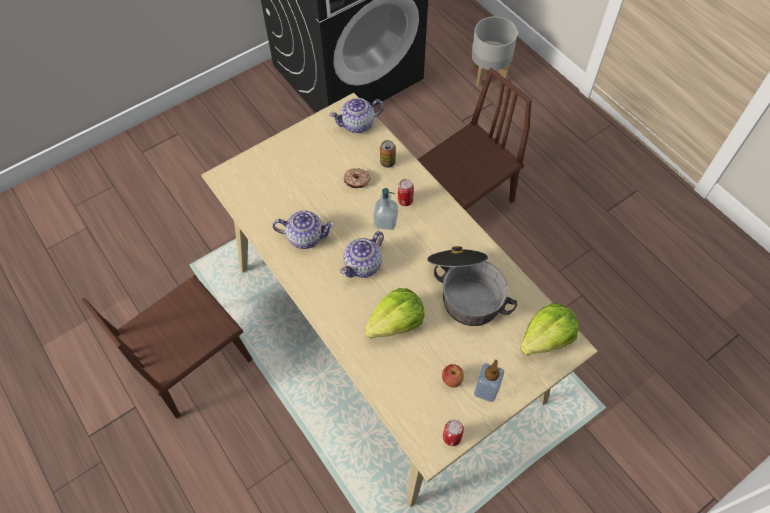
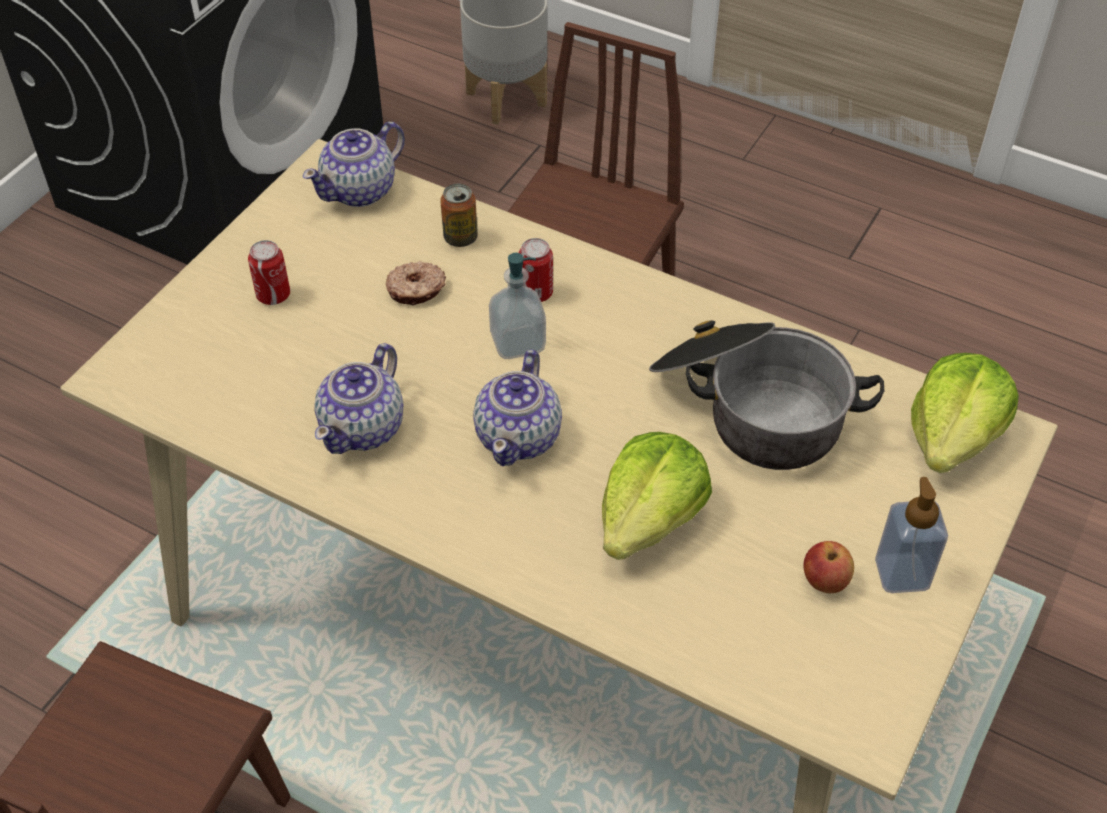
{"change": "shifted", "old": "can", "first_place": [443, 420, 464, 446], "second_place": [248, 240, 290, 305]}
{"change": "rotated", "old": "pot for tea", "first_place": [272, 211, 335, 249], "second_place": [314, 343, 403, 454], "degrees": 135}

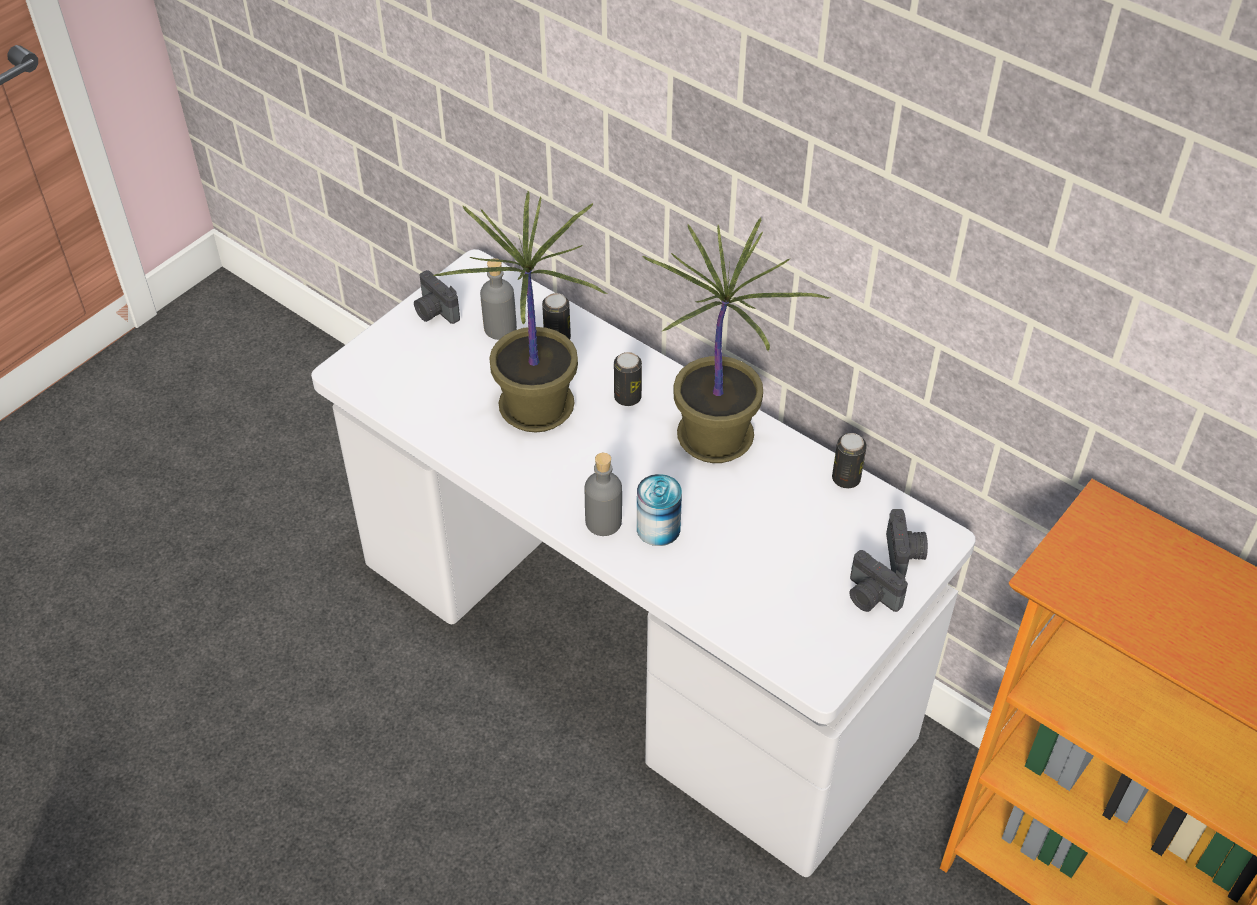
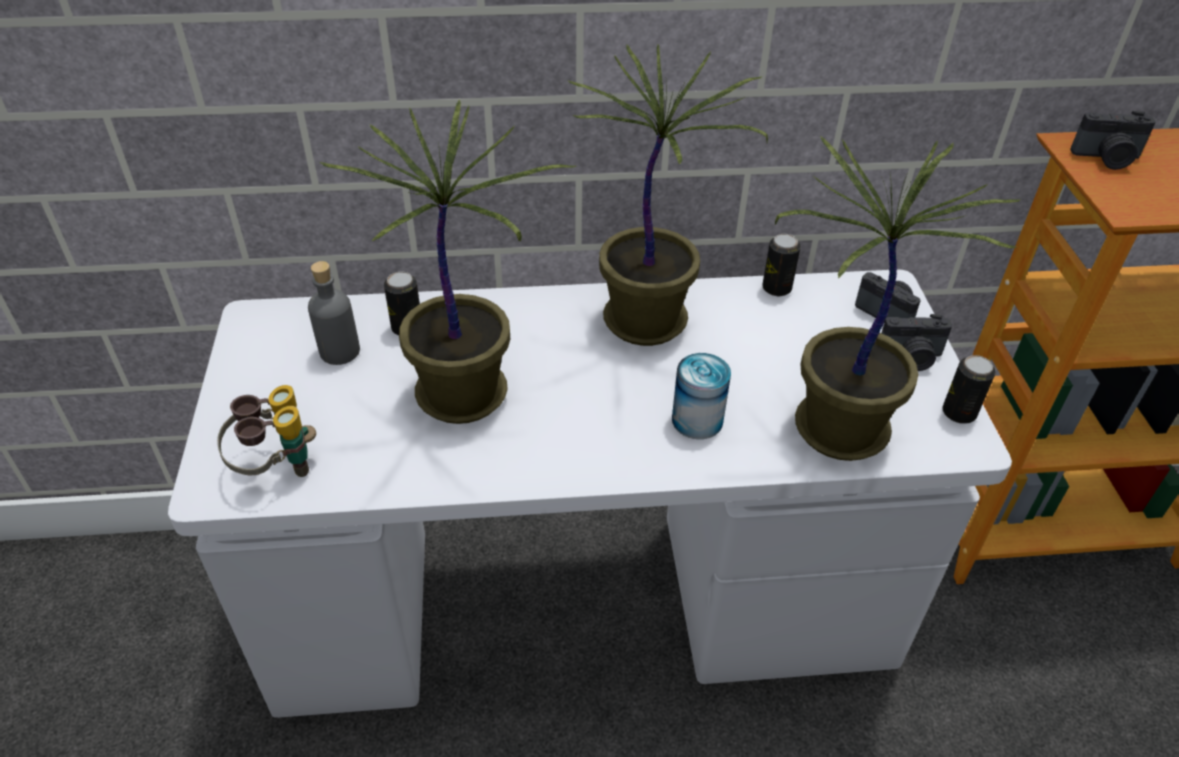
{"change": "new", "new": "field glasses", "second_place": [217, 385, 316, 477]}
{"change": "new", "new": "houseplant", "second_place": [775, 136, 1021, 461]}
{"change": "shifted", "old": "can", "first_place": [614, 352, 642, 406], "second_place": [942, 355, 996, 424]}
{"change": "shifted", "old": "photo camera", "first_place": [414, 270, 460, 324], "second_place": [1070, 111, 1156, 170]}
{"change": "gone", "old": "drink bottle in gray", "first_place": [585, 453, 622, 536]}

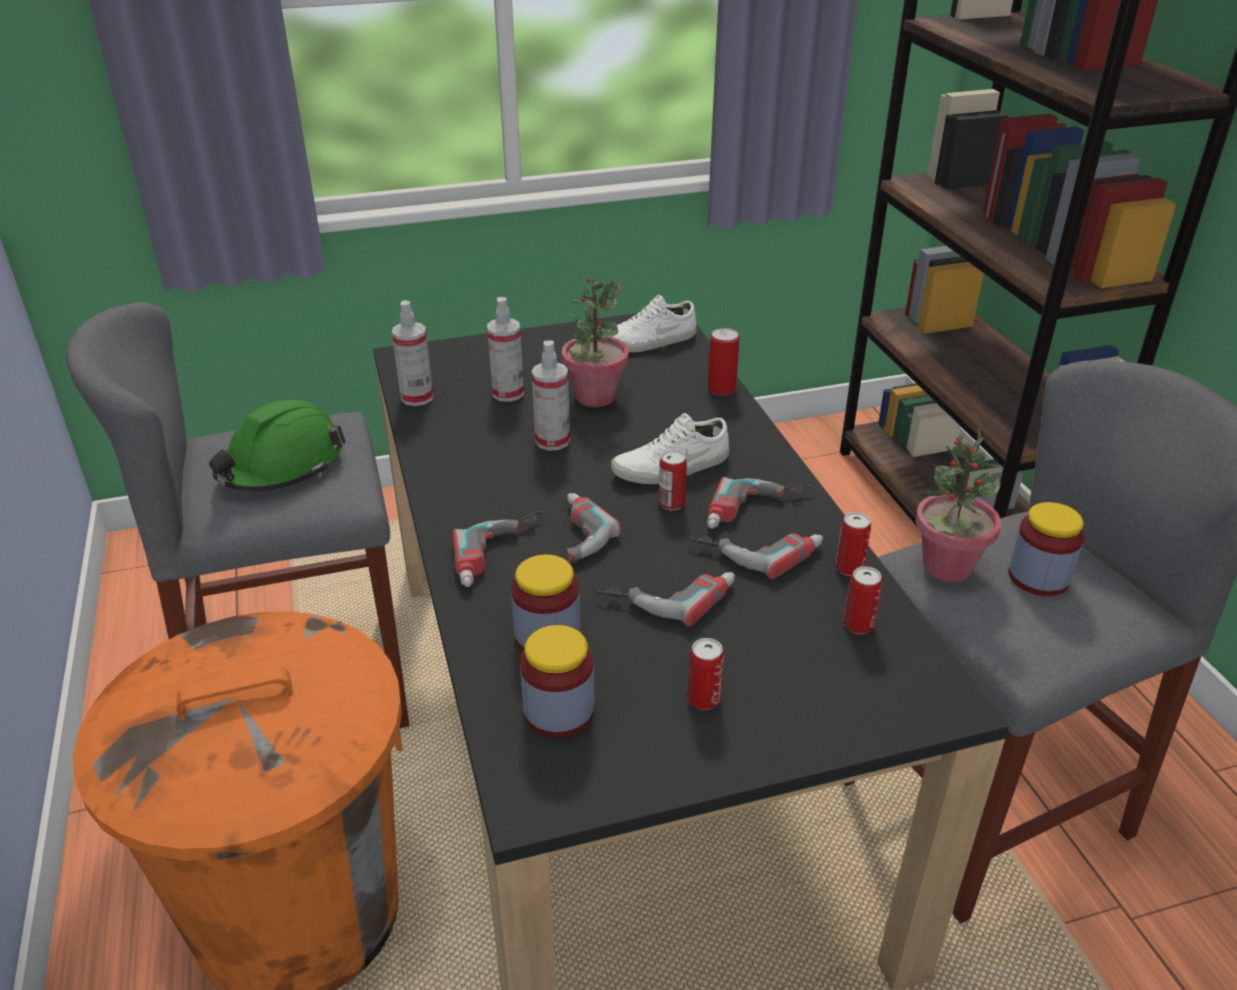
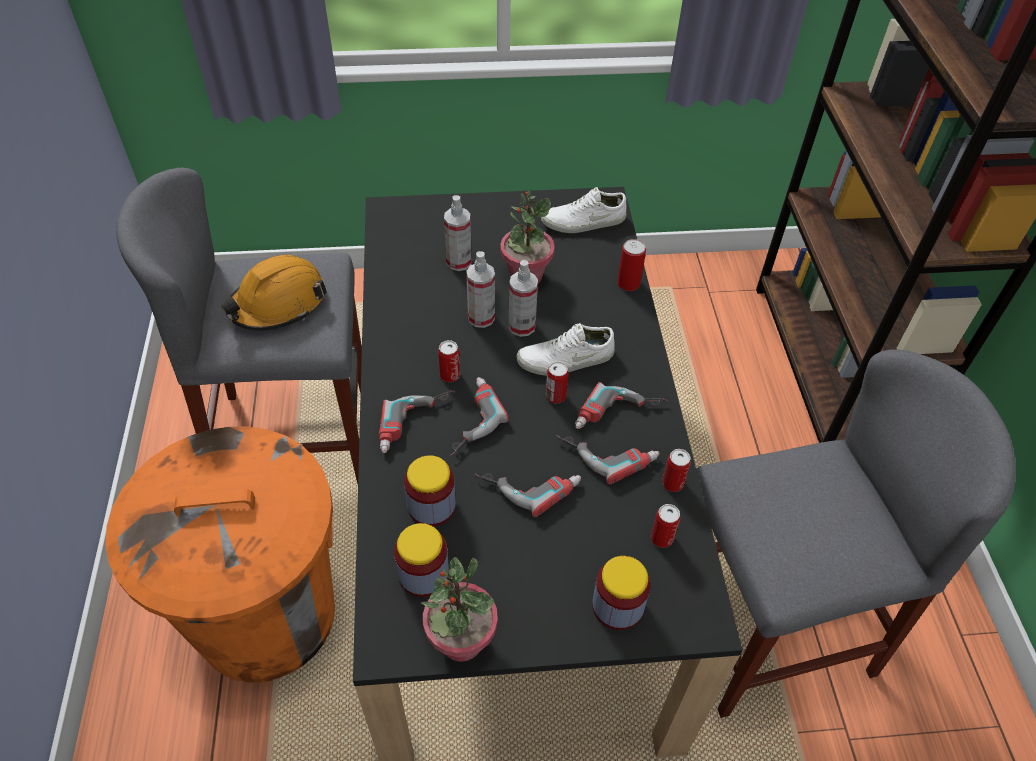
{"change": "repainted", "old": "hard hat in green", "new": "hard hat in orange-coloured", "first_place": [209, 400, 346, 491], "second_place": [221, 255, 327, 330]}
{"change": "shifted", "old": "houseplant", "first_place": [915, 427, 1002, 582], "second_place": [420, 557, 498, 662]}
{"change": "shifted", "old": "can", "first_place": [687, 638, 724, 710], "second_place": [438, 340, 460, 382]}
{"change": "shifted", "old": "sprayer", "first_place": [392, 300, 433, 406], "second_place": [509, 260, 538, 337]}
{"change": "shifted", "old": "jar", "first_place": [1008, 502, 1085, 596], "second_place": [592, 556, 651, 630]}

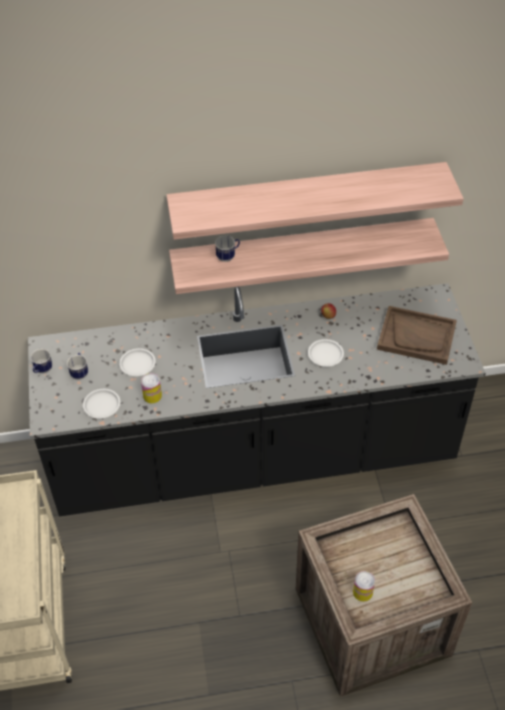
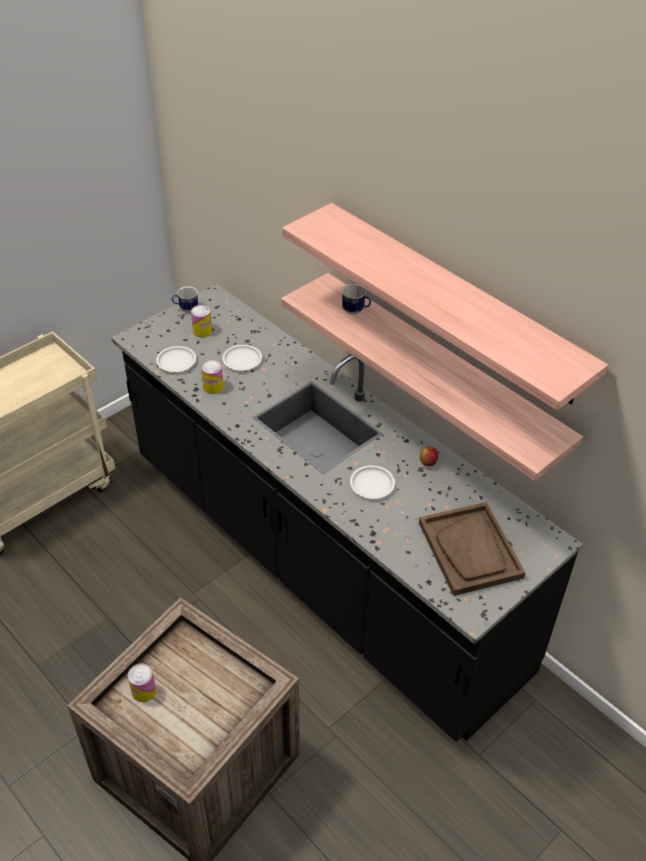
{"change": "swapped", "old": "mug", "new": "can", "first_place": [67, 353, 88, 380], "second_place": [191, 305, 212, 337]}

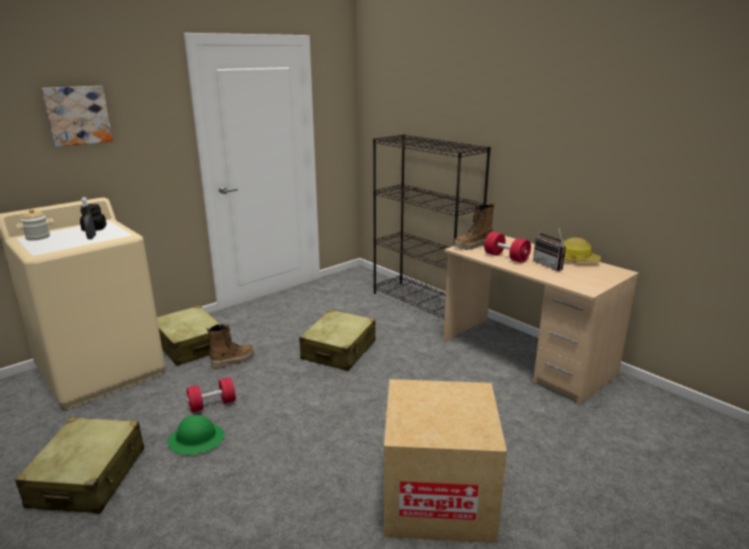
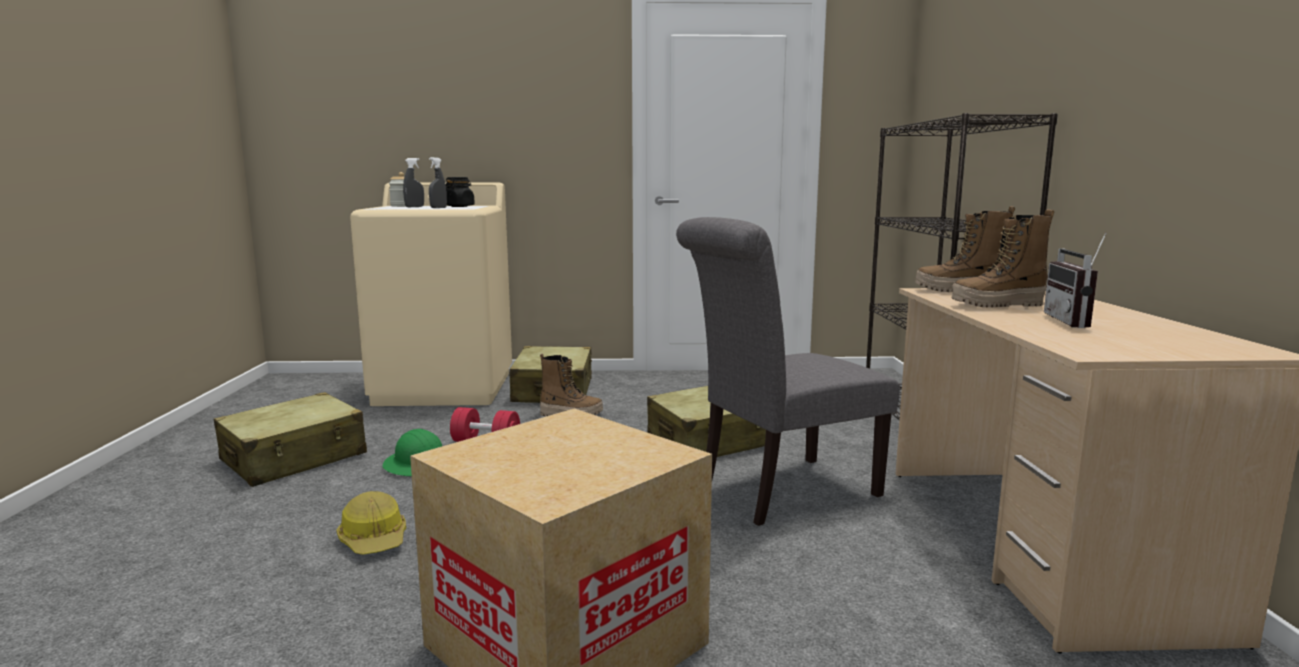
{"change": "shifted", "old": "hard hat", "first_place": [563, 237, 601, 262], "second_place": [336, 491, 406, 555]}
{"change": "new", "new": "sprayer in gray", "second_place": [403, 158, 424, 207]}
{"change": "new", "new": "upright chair in gray", "second_place": [676, 217, 900, 526]}
{"change": "swapped", "old": "hand weight in red-coloured", "new": "tall boot", "first_place": [484, 232, 531, 263], "second_place": [952, 209, 1054, 308]}
{"change": "gone", "old": "wall picture", "first_place": [41, 86, 113, 147]}

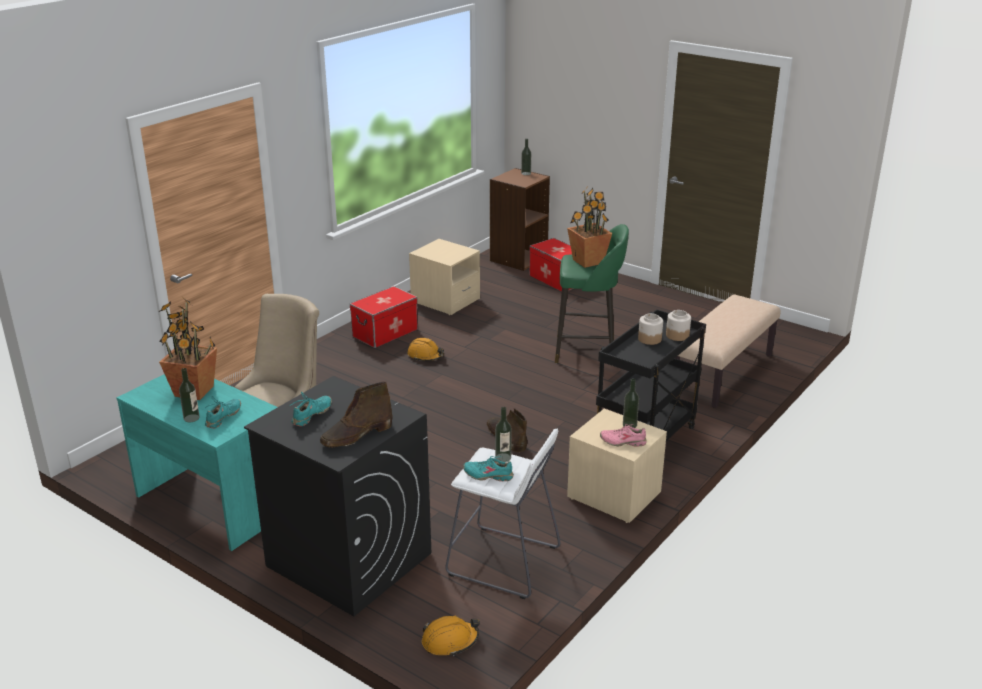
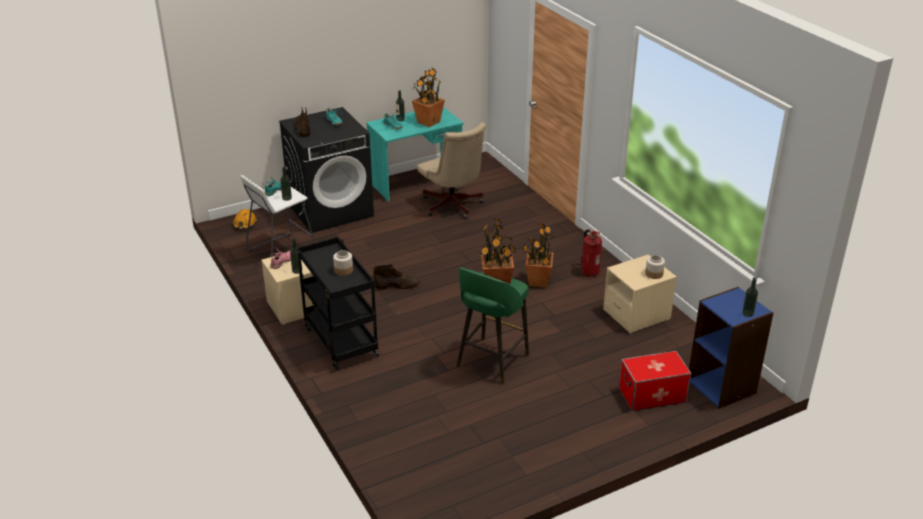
{"change": "swapped", "old": "hard hat in orange-coloured", "new": "houseplant", "first_place": [407, 338, 444, 361], "second_place": [523, 223, 554, 287]}
{"change": "swapped", "old": "storage container", "new": "extinguisher", "first_place": [350, 286, 418, 348], "second_place": [581, 229, 602, 277]}
{"change": "shifted", "old": "jar", "first_place": [666, 310, 691, 341], "second_place": [645, 255, 665, 279]}
{"change": "repainted", "old": "bookcase in brownish", "new": "bookcase in bluish", "first_place": [490, 168, 550, 271], "second_place": [689, 287, 773, 409]}
{"change": "gone", "old": "long seat in beige-coloured", "first_place": [676, 294, 781, 408]}

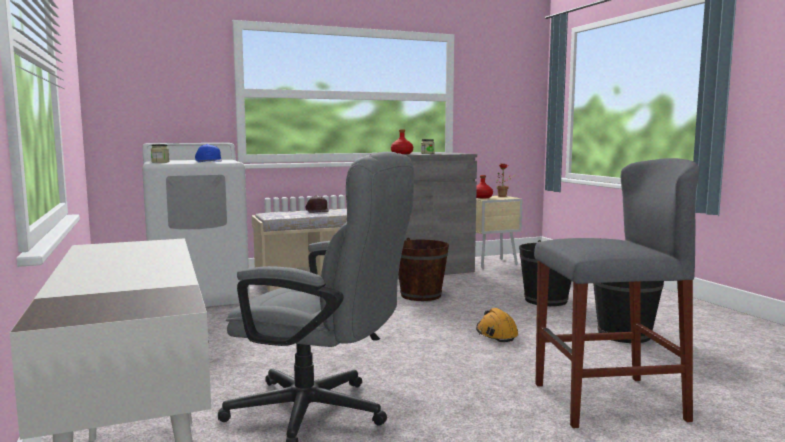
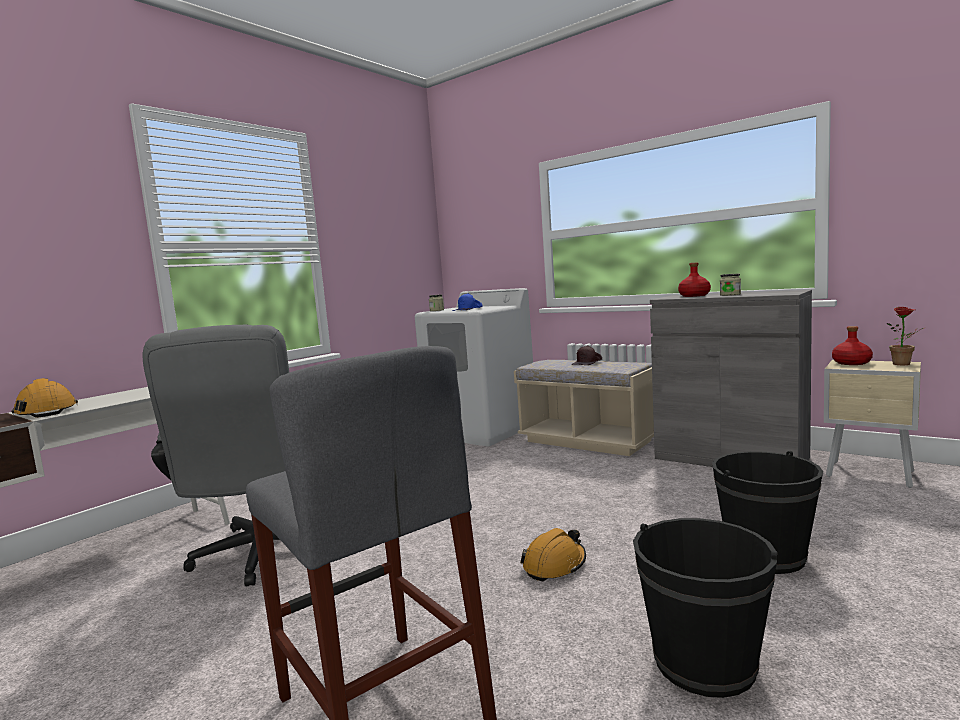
{"change": "new", "new": "hard hat in orange-coloured", "second_place": [11, 378, 78, 418]}
{"change": "gone", "old": "bucket in brownish", "first_place": [398, 238, 449, 301]}

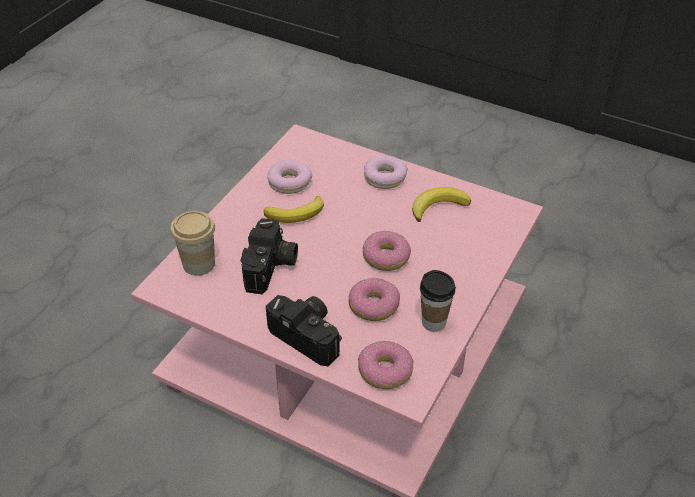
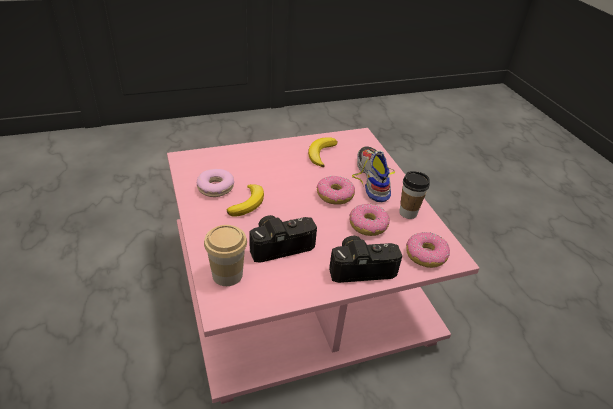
{"change": "rotated", "old": "photo camera", "first_place": [241, 218, 298, 294], "second_place": [249, 215, 317, 263], "degrees": -75}
{"change": "new", "new": "shoe", "second_place": [352, 146, 395, 202]}
{"change": "gone", "old": "ring doughnut", "first_place": [364, 155, 408, 189]}

